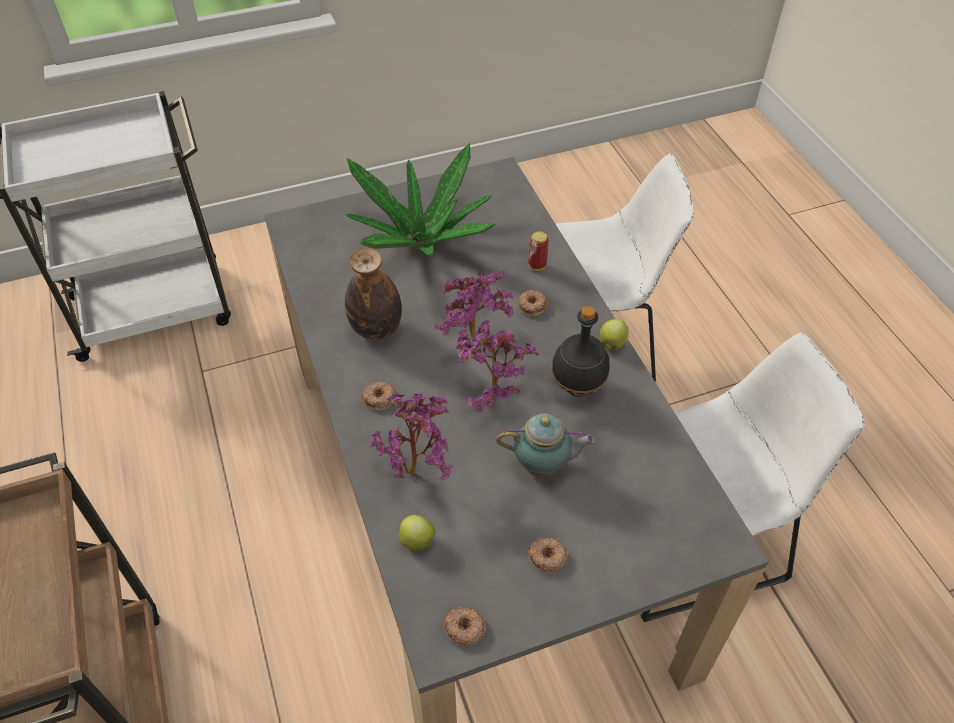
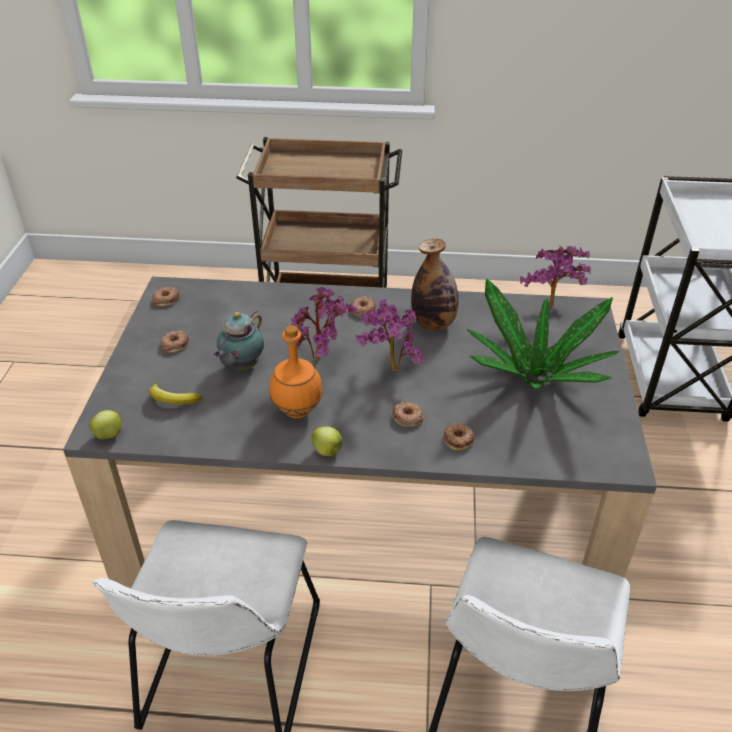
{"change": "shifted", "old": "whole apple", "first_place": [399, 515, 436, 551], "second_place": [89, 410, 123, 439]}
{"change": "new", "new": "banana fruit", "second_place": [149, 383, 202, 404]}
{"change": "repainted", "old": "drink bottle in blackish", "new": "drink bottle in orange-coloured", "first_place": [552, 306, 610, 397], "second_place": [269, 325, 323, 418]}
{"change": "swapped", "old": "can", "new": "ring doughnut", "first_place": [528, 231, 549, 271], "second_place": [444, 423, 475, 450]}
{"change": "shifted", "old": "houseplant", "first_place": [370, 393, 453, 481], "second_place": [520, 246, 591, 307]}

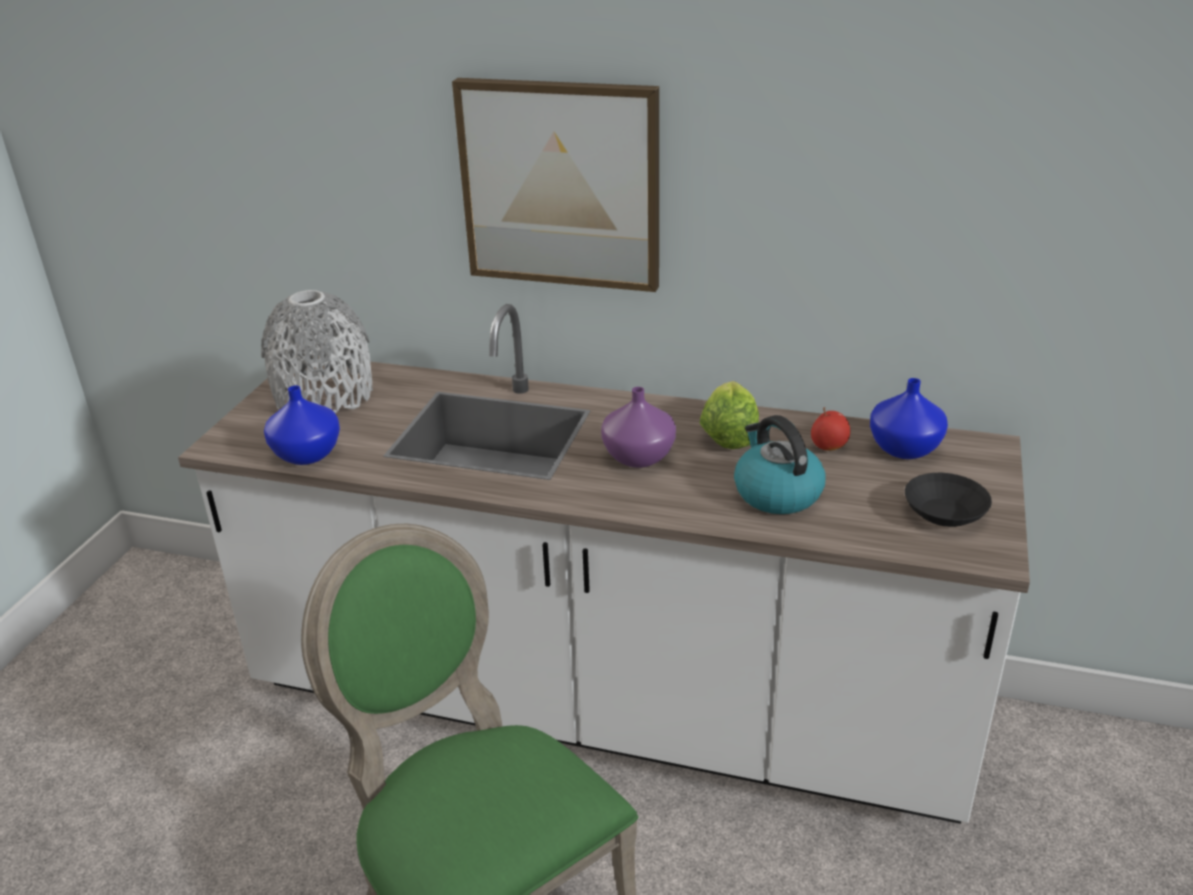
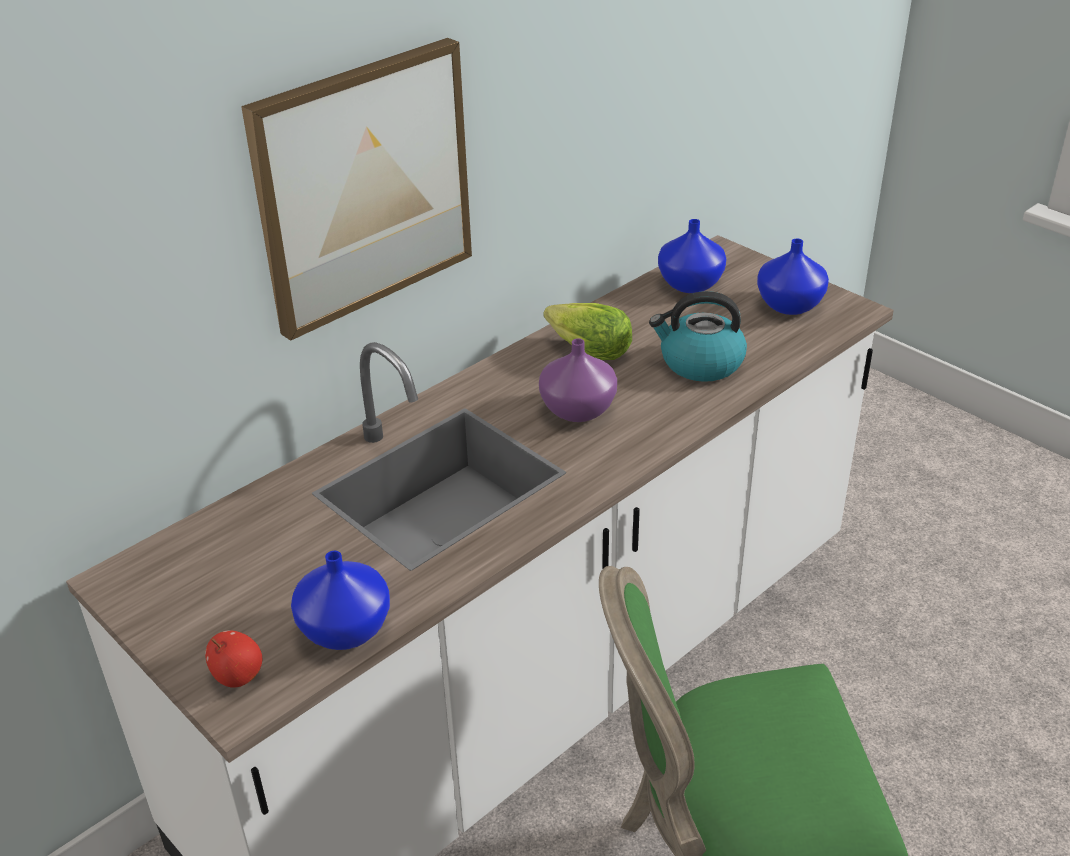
{"change": "shifted", "old": "whole apple", "first_place": [811, 407, 850, 451], "second_place": [205, 630, 262, 688]}
{"change": "swapped", "old": "serving bowl in blackish", "new": "decorative vase in bluish", "first_place": [905, 473, 992, 527], "second_place": [757, 239, 829, 315]}
{"change": "gone", "old": "decorative vase in gray", "first_place": [261, 290, 373, 413]}

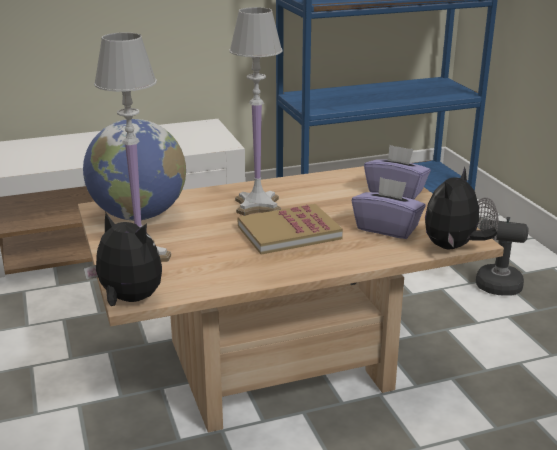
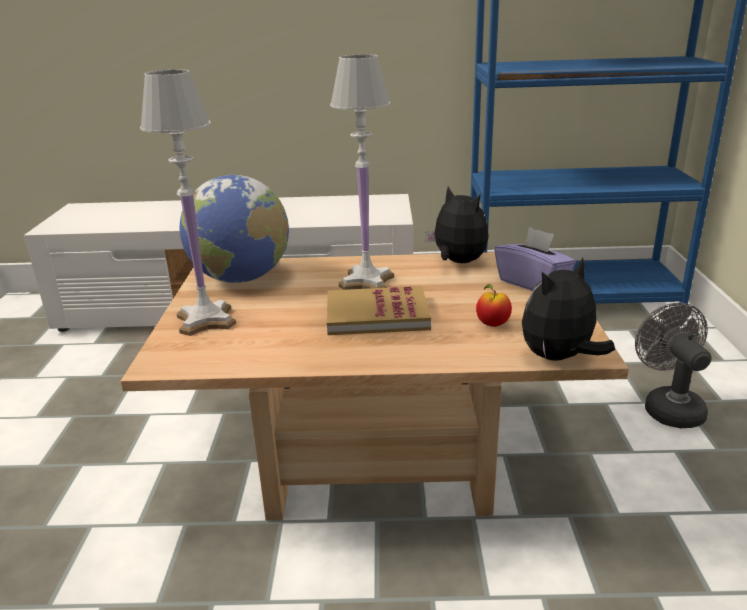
{"change": "shifted", "old": "cuddly toy", "first_place": [84, 212, 162, 306], "second_place": [425, 186, 489, 263]}
{"change": "swapped", "old": "tissue box in purple", "new": "whole apple", "first_place": [352, 177, 426, 239], "second_place": [476, 284, 512, 327]}
{"change": "rotated", "old": "cooling fan in gray", "first_place": [476, 197, 529, 296], "second_place": [635, 303, 712, 428], "degrees": 45}

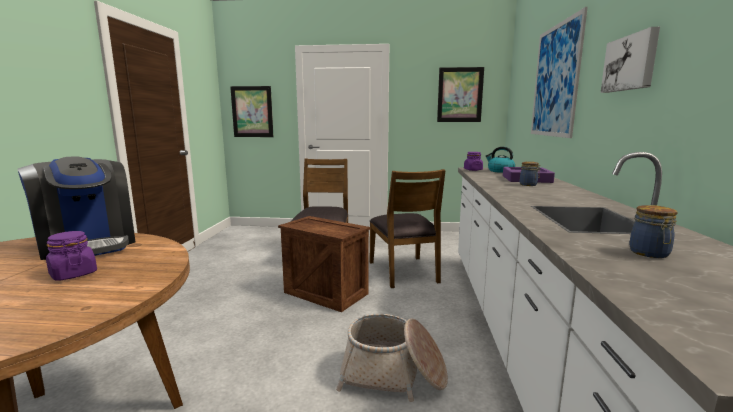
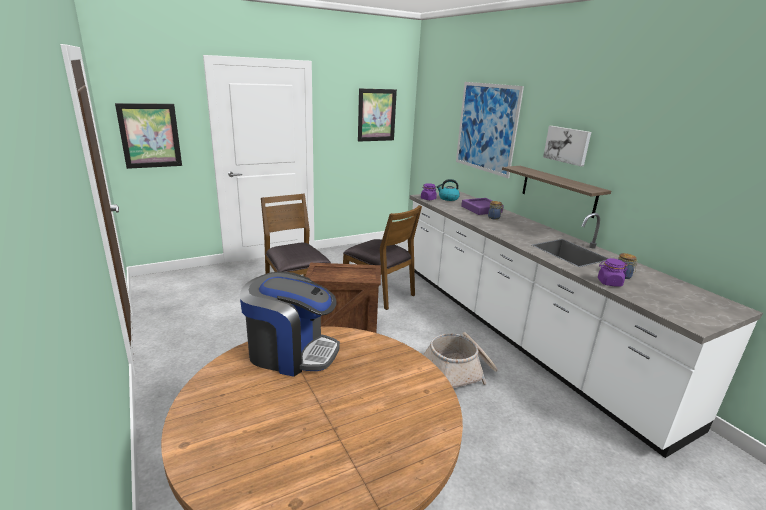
{"change": "new", "new": "shelf", "second_place": [502, 166, 611, 218]}
{"change": "shifted", "old": "jar in purple", "first_place": [46, 231, 97, 281], "second_place": [598, 258, 628, 287]}

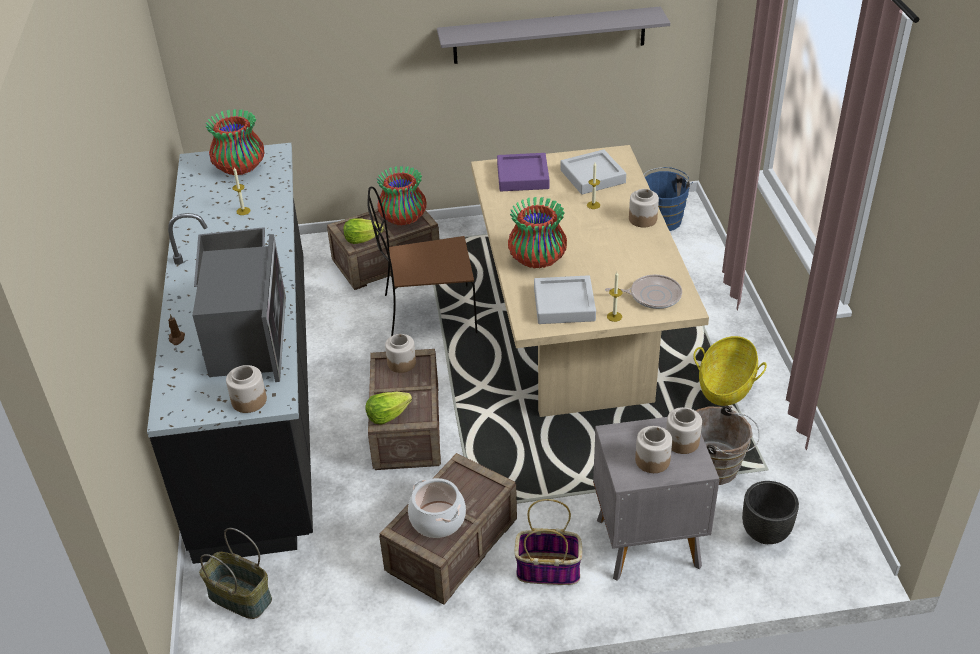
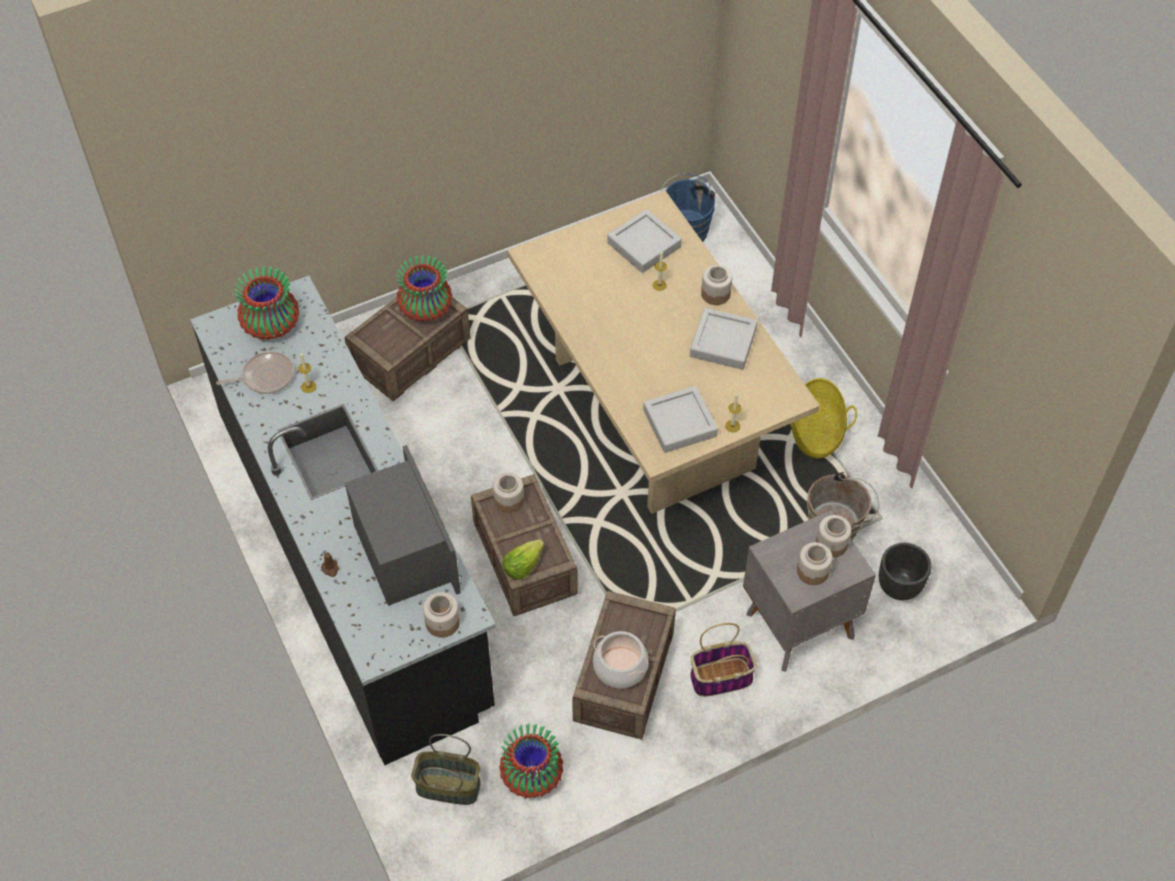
{"change": "shifted", "old": "frying pan", "first_place": [605, 275, 682, 309], "second_place": [216, 351, 294, 394]}
{"change": "shifted", "old": "decorative vase", "first_place": [508, 197, 567, 269], "second_place": [499, 724, 563, 799]}
{"change": "new", "new": "carrying tray in gray", "second_place": [690, 308, 758, 370]}
{"change": "gone", "old": "lettuce head", "first_place": [343, 218, 384, 244]}
{"change": "gone", "old": "upright chair in brownish", "first_place": [367, 187, 477, 336]}
{"change": "gone", "old": "shelf in gray", "first_place": [437, 7, 670, 64]}
{"change": "gone", "old": "carrying tray in purple", "first_place": [497, 153, 549, 191]}

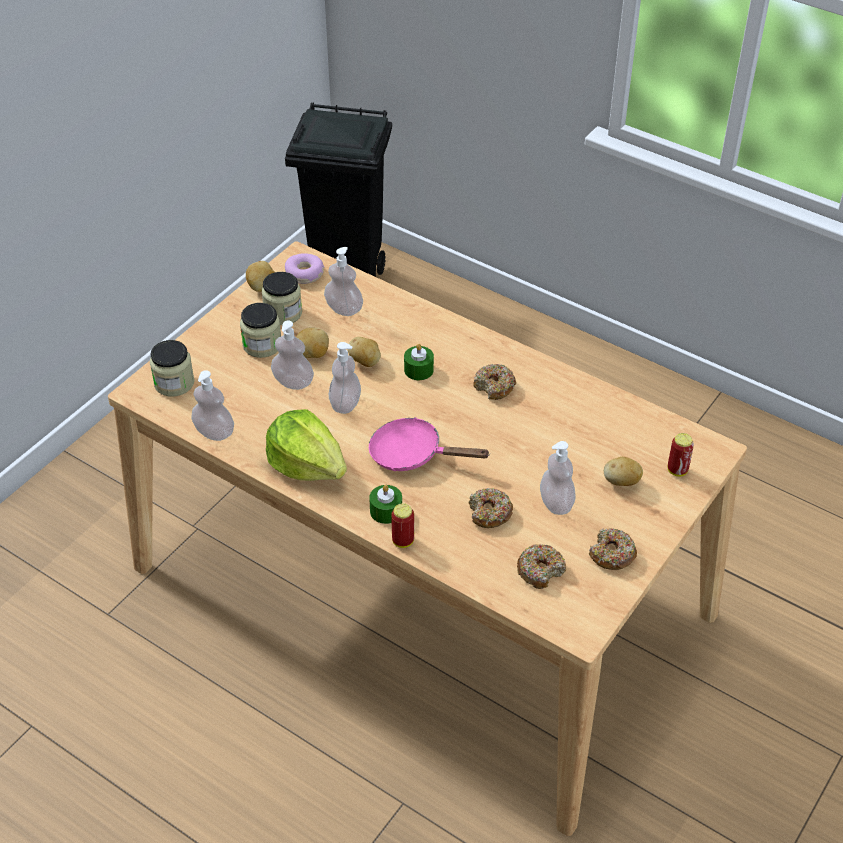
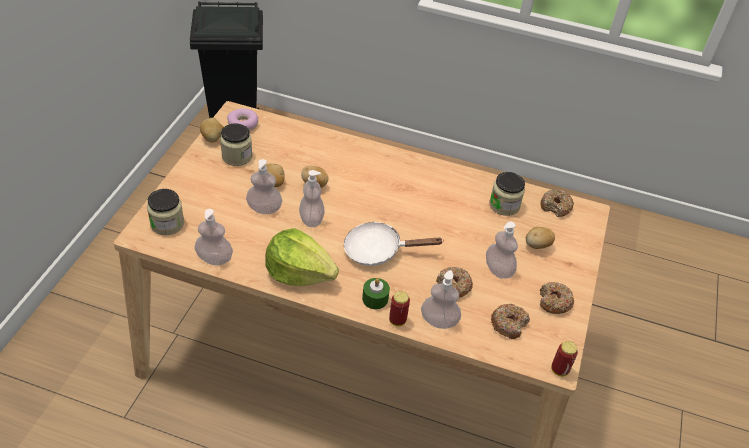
{"change": "repainted", "old": "frying pan in pink", "new": "frying pan in white", "first_place": [369, 417, 490, 471], "second_place": [344, 221, 444, 266]}
{"change": "shifted", "old": "soap bottle", "first_place": [324, 247, 363, 316], "second_place": [421, 270, 461, 329]}
{"change": "shifted", "old": "jar", "first_place": [240, 303, 281, 358], "second_place": [489, 172, 525, 216]}
{"change": "shifted", "old": "ring doughnut", "first_place": [473, 364, 516, 400], "second_place": [541, 189, 574, 217]}
{"change": "shifted", "old": "can", "first_place": [668, 433, 694, 477], "second_place": [551, 341, 578, 377]}
{"change": "gone", "old": "wax candle in green", "first_place": [404, 344, 434, 380]}

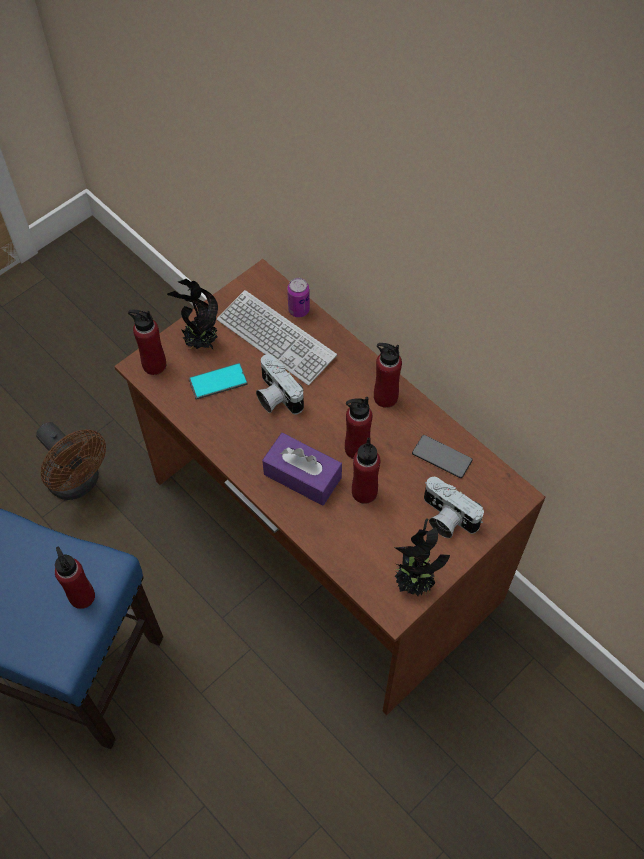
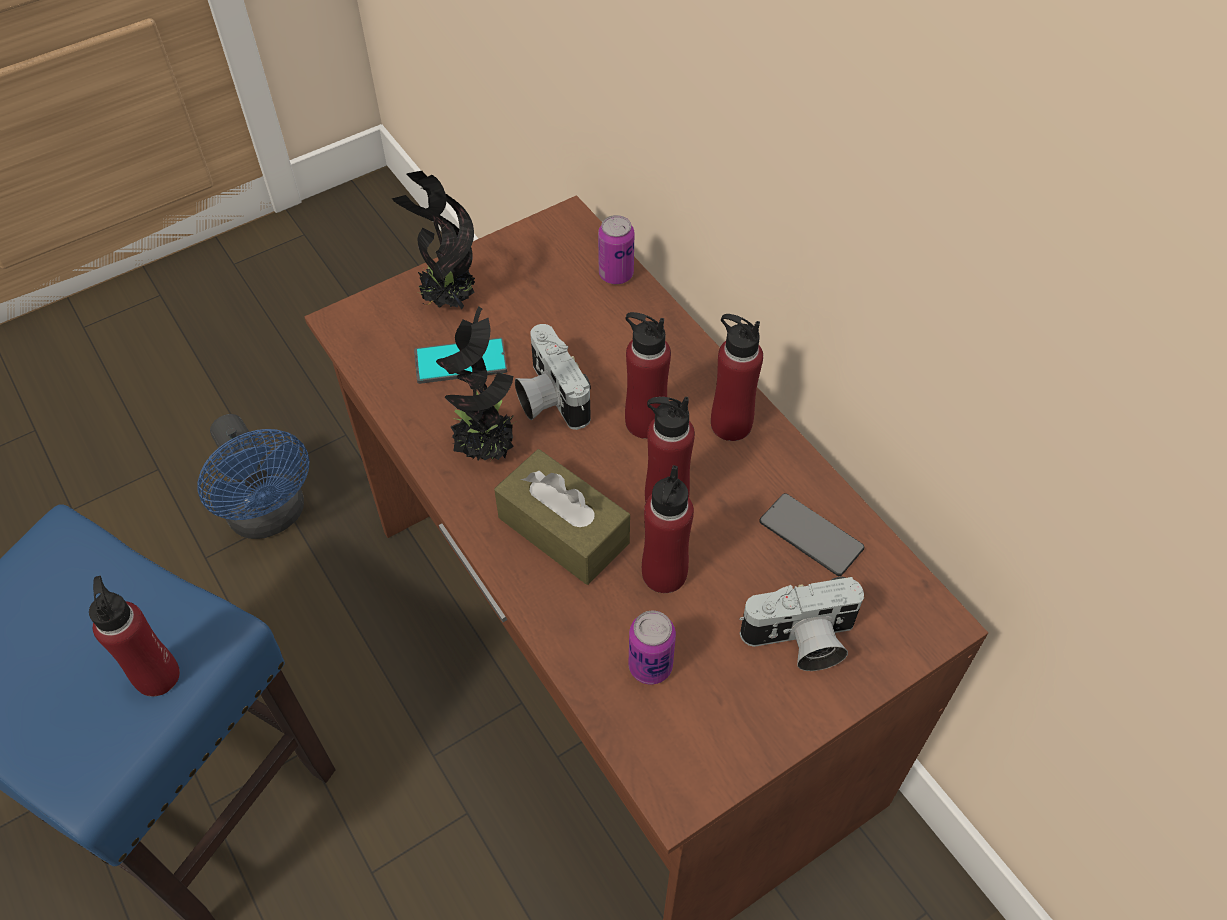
{"change": "repainted", "old": "cooling fan in brownish", "new": "cooling fan in bluish", "first_place": [36, 422, 106, 500], "second_place": [197, 414, 309, 539]}
{"change": "shifted", "old": "houseplant", "first_place": [394, 518, 450, 596], "second_place": [436, 307, 515, 461]}
{"change": "repainted", "old": "tissue box in purple", "new": "tissue box in brownish", "first_place": [262, 433, 342, 506], "second_place": [494, 449, 630, 585]}
{"change": "shifted", "old": "drink bottle in red-coloured", "first_place": [128, 310, 166, 375], "second_place": [625, 312, 671, 439]}
{"change": "new", "new": "can", "second_place": [628, 611, 676, 684]}
{"change": "rotated", "old": "photo camera", "first_place": [424, 477, 484, 538], "second_place": [739, 576, 864, 671], "degrees": -60}
{"change": "gone", "old": "PC keyboard", "first_place": [217, 290, 337, 385]}

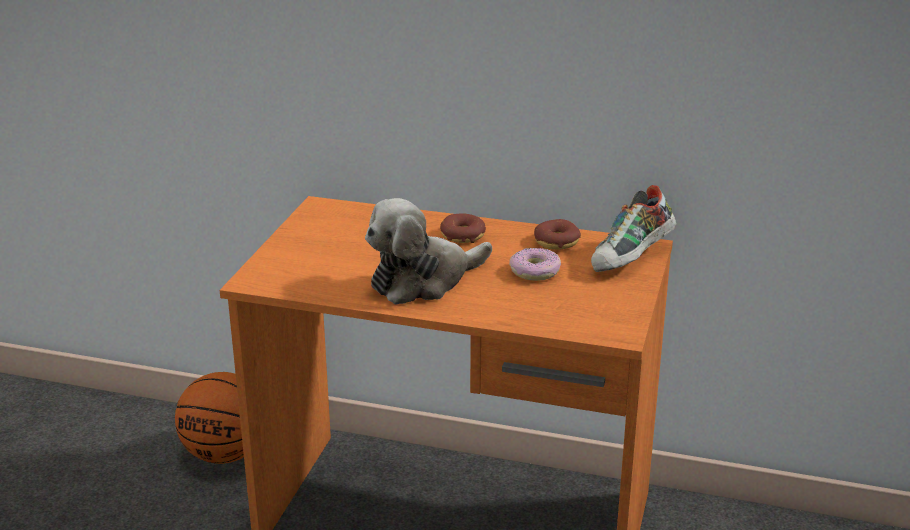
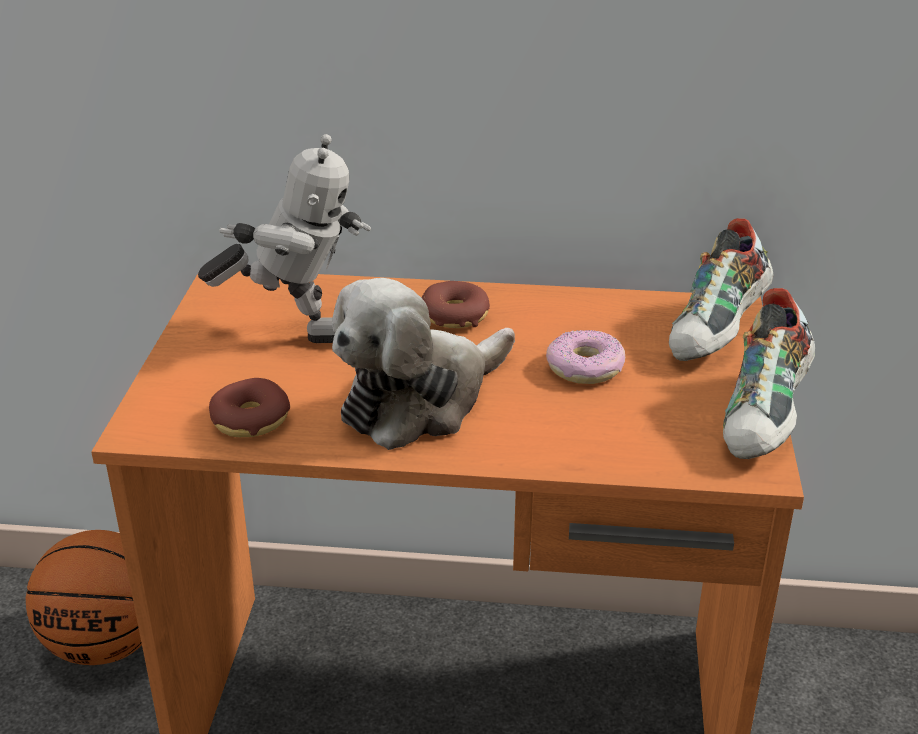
{"change": "new", "new": "robot figure", "second_place": [198, 134, 371, 343]}
{"change": "shifted", "old": "ring doughnut", "first_place": [534, 219, 581, 250], "second_place": [209, 378, 290, 437]}
{"change": "new", "new": "shoe", "second_place": [723, 288, 815, 459]}

